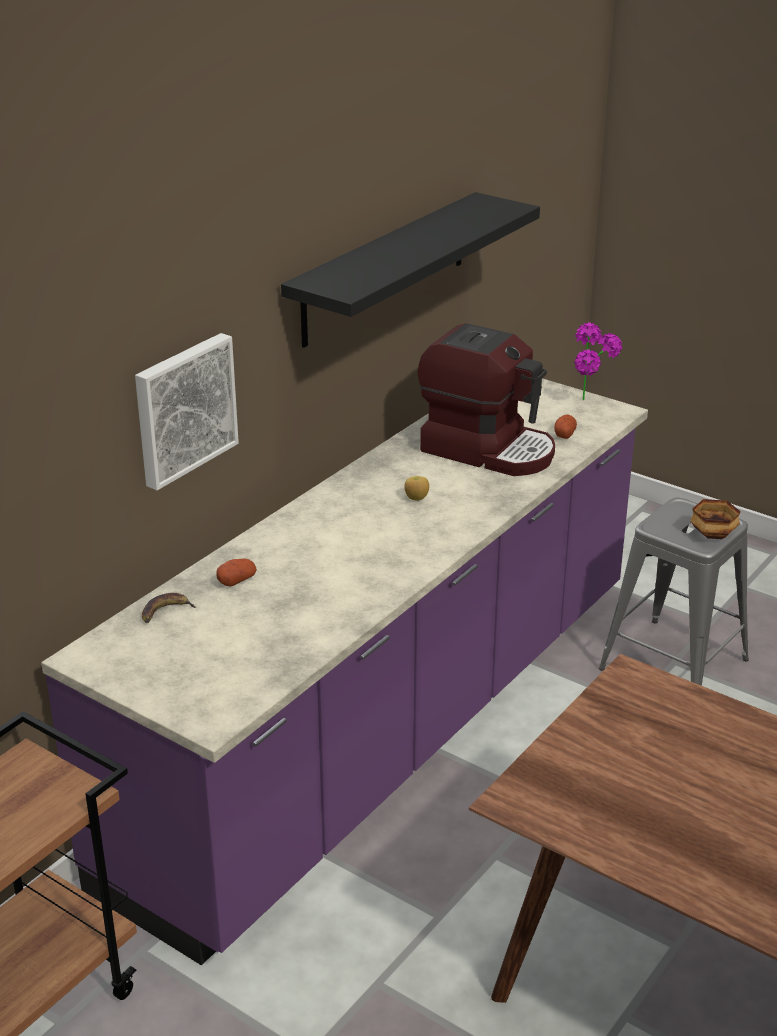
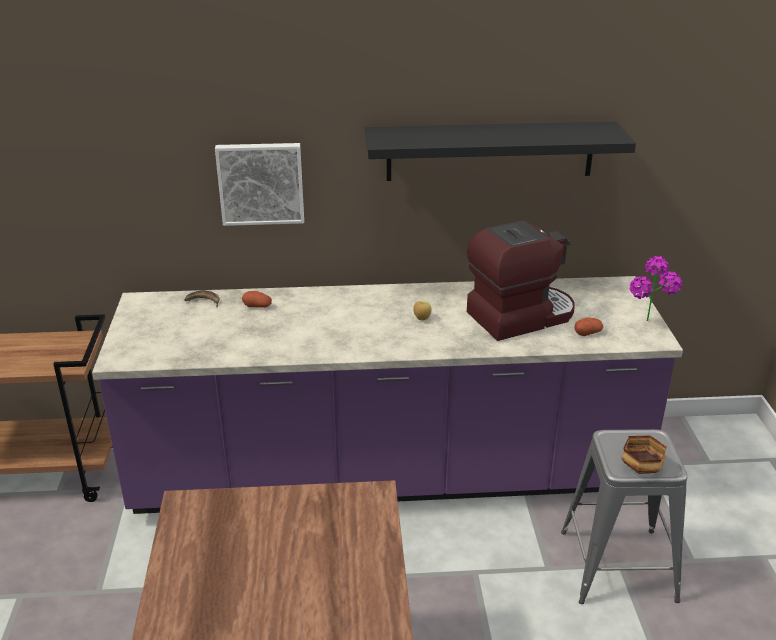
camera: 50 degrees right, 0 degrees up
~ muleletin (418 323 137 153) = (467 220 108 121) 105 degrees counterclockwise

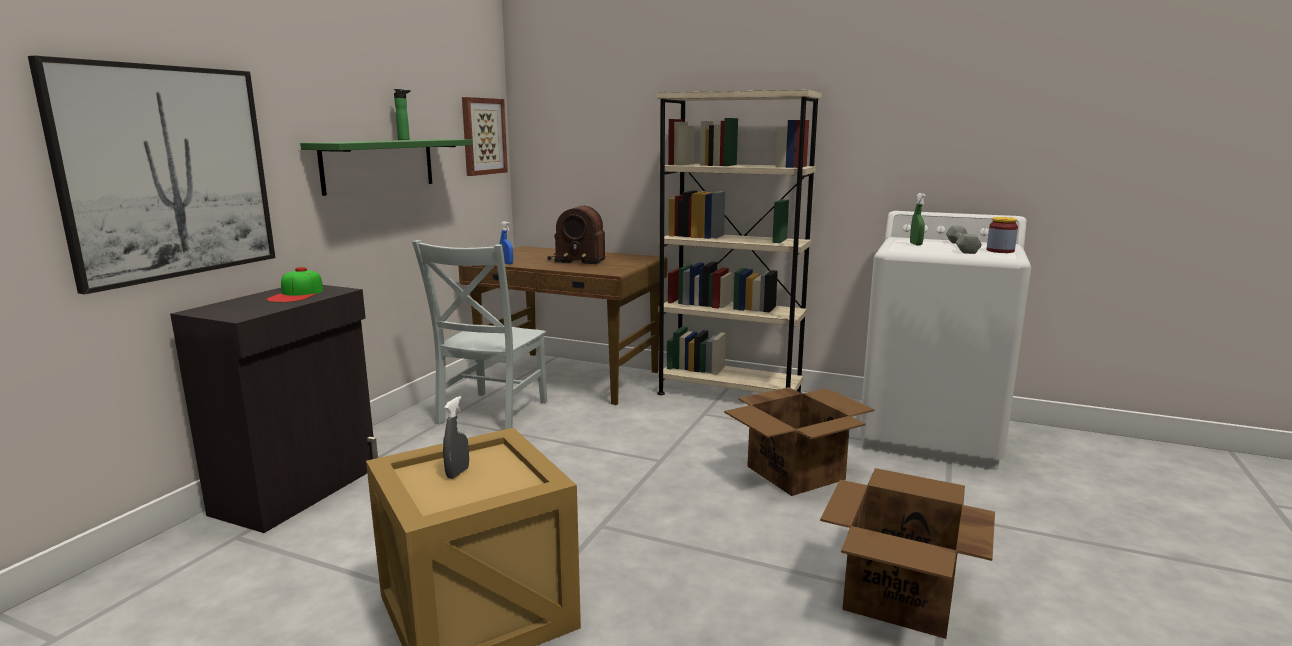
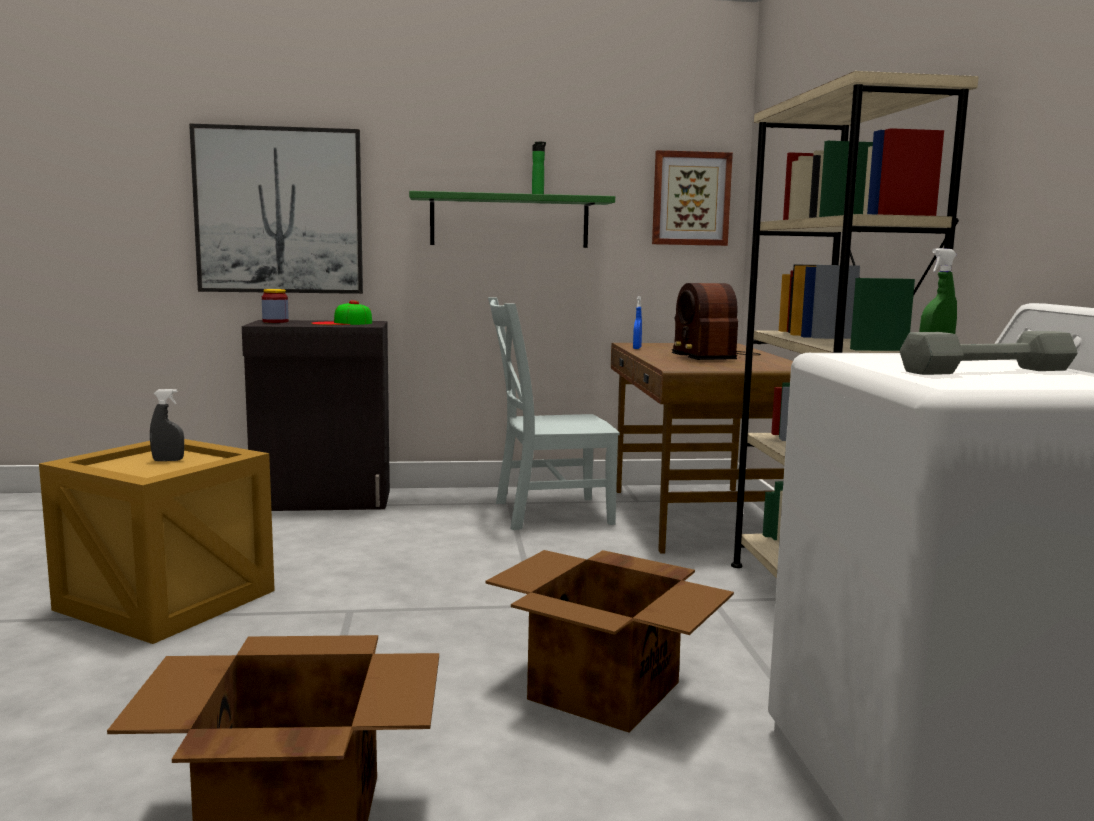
camera: 60 degrees right, 5 degrees down
~ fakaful (987 217 31 36) to (262 289 27 34)

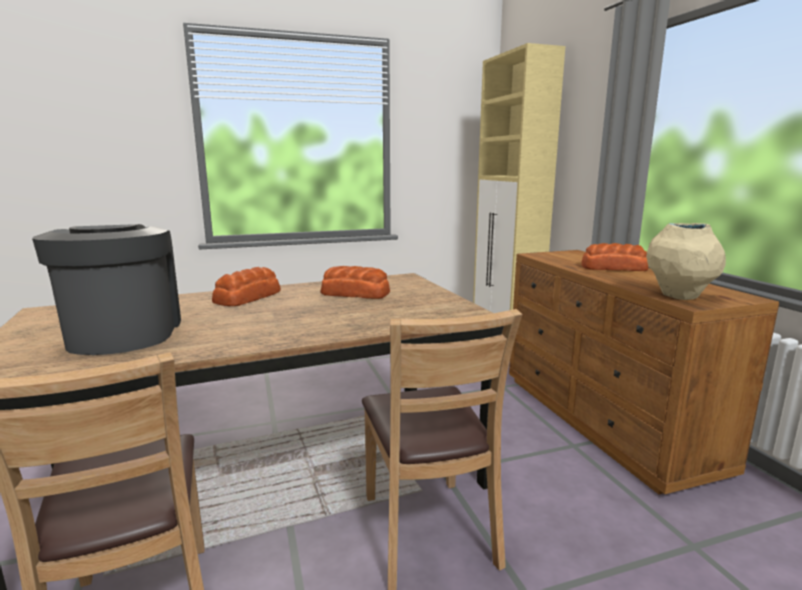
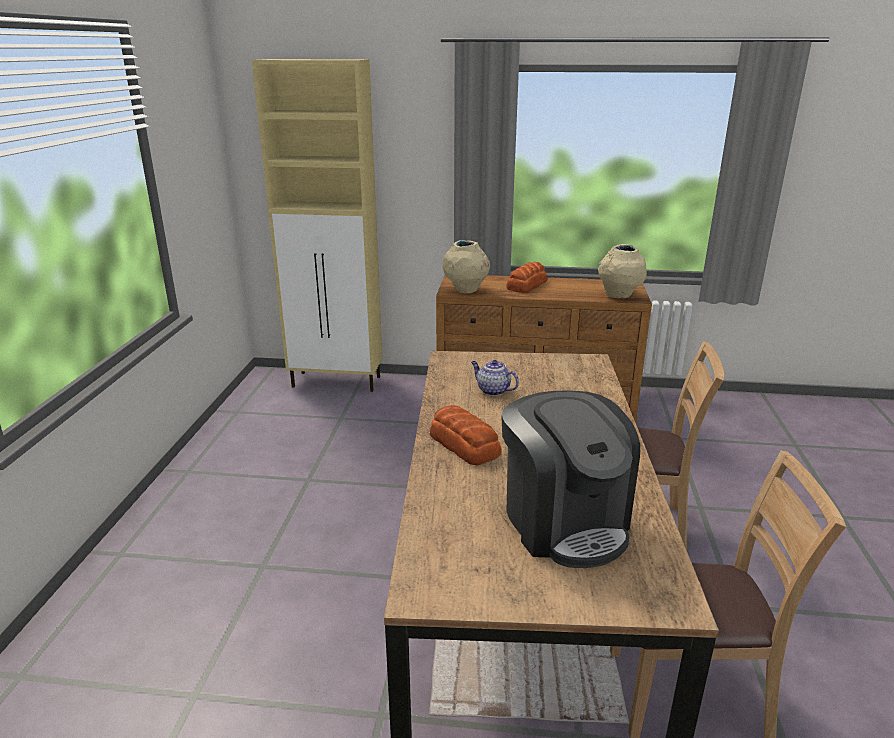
camera: 65 degrees left, 10 degrees up
~ muleletin (32 224 149 131) = (501 391 139 177) 120 degrees counterclockwise
~ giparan (321 266 69 33) to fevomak (471 360 48 36)
+ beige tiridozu (443 240 47 53)

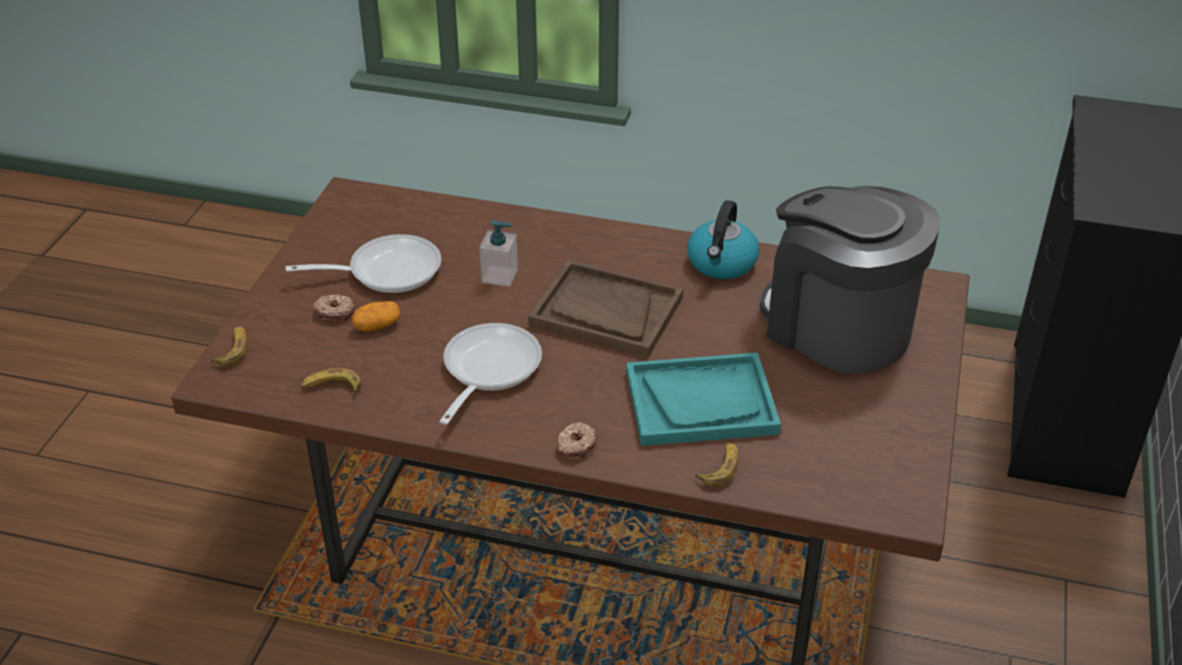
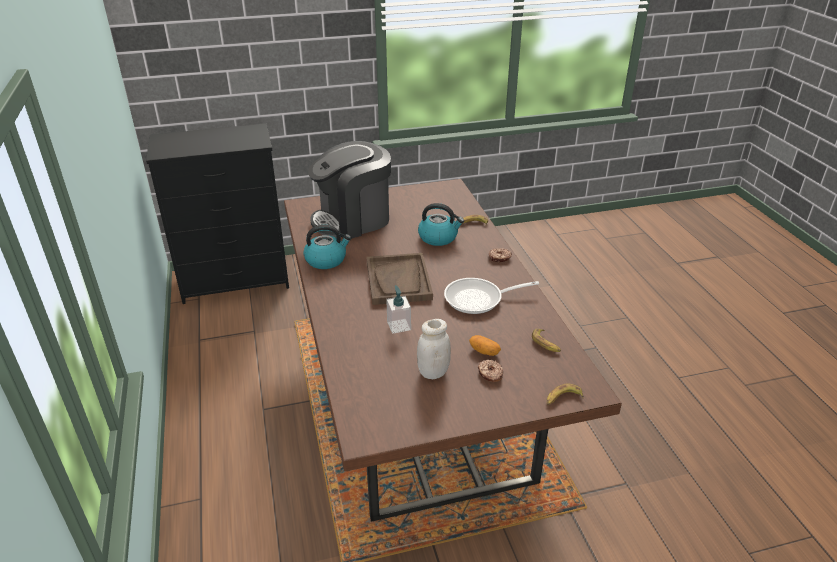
camera: 120 degrees left, 5 degrees down
~ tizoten (285 234 156 59) to white fakaful (417 319 34 60)
~ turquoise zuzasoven (626 353 155 93) to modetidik (418 203 46 43)
~ muleletin (760 186 180 188) = (308 141 83 98) 45 degrees clockwise

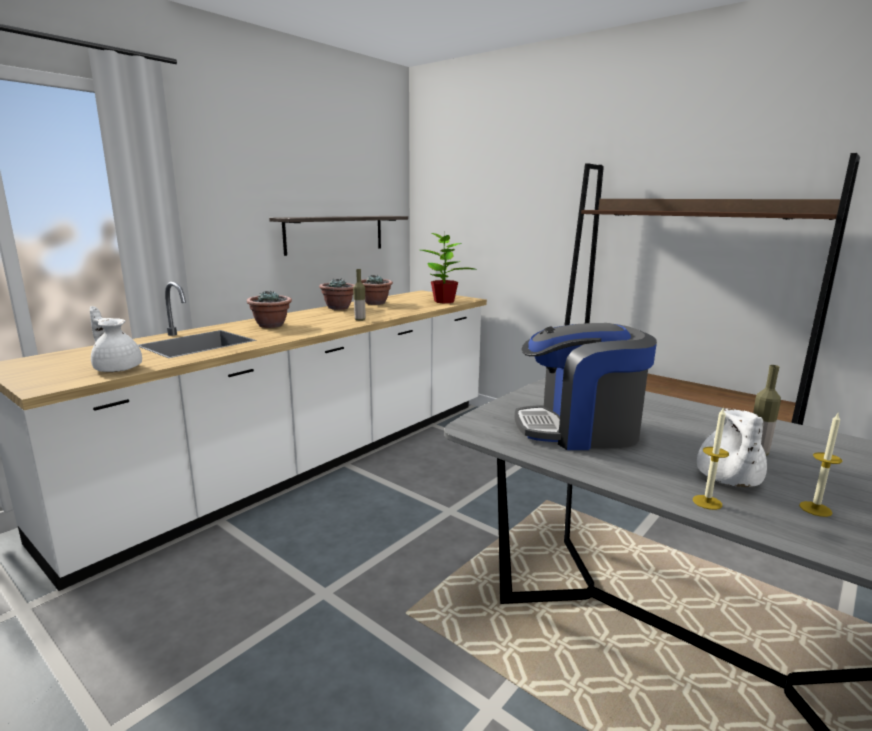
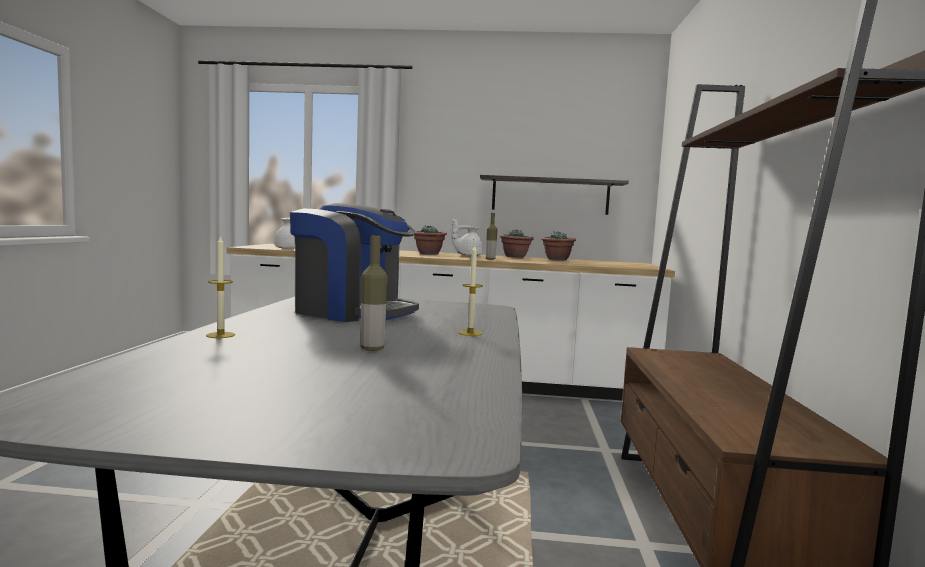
camera: 55 degrees right, 10 degrees down
- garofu (421 233 56 70)
~ muleletin (515 323 142 127) = (290 203 129 119) 150 degrees clockwise
~ white fevomak (697 409 70 78) to (452 219 31 37)
~ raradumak (799 413 43 104) to (459 245 24 91)

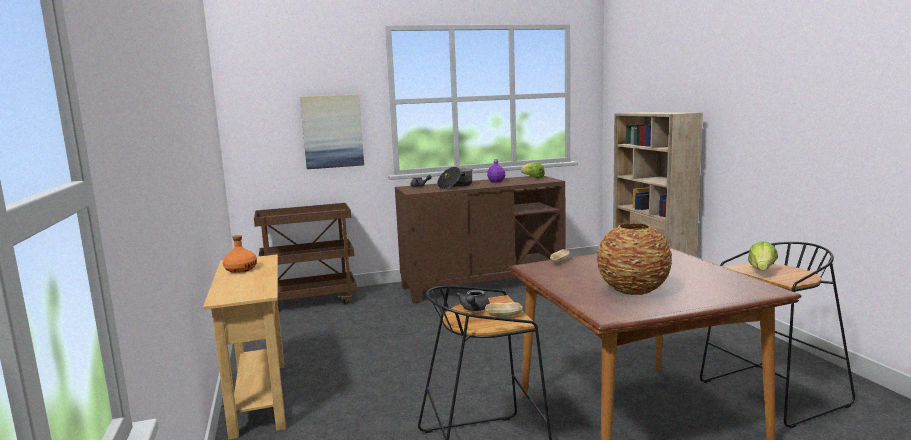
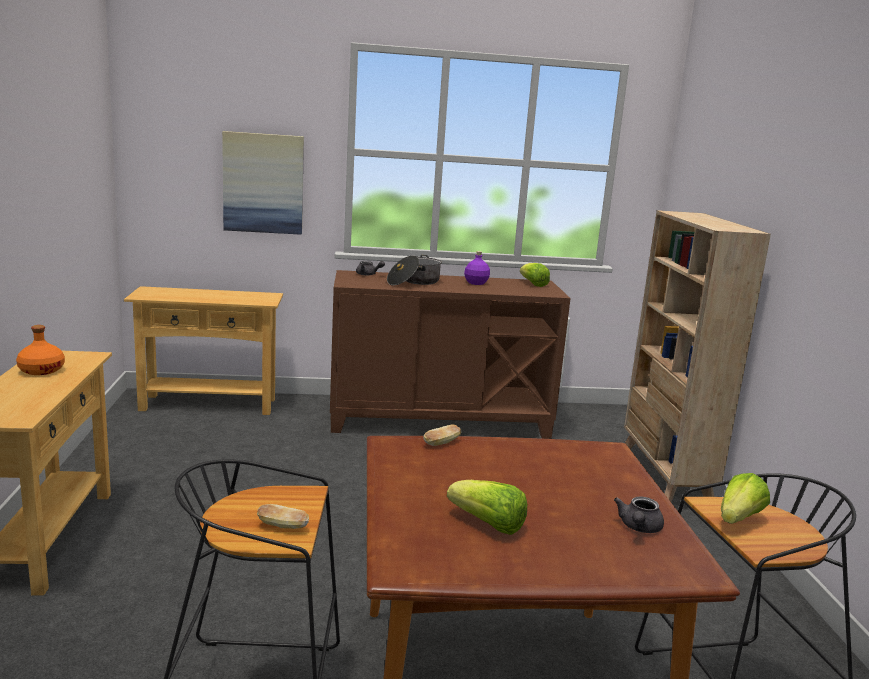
camera: 10 degrees right, 5 degrees up
~ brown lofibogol (254 203 103 102) to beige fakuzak (124 286 159 129)
~ grey fevomak (456 290 34 21) to (614 496 50 37)
~ tiridozu (597 223 75 72) to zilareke (447 480 80 55)

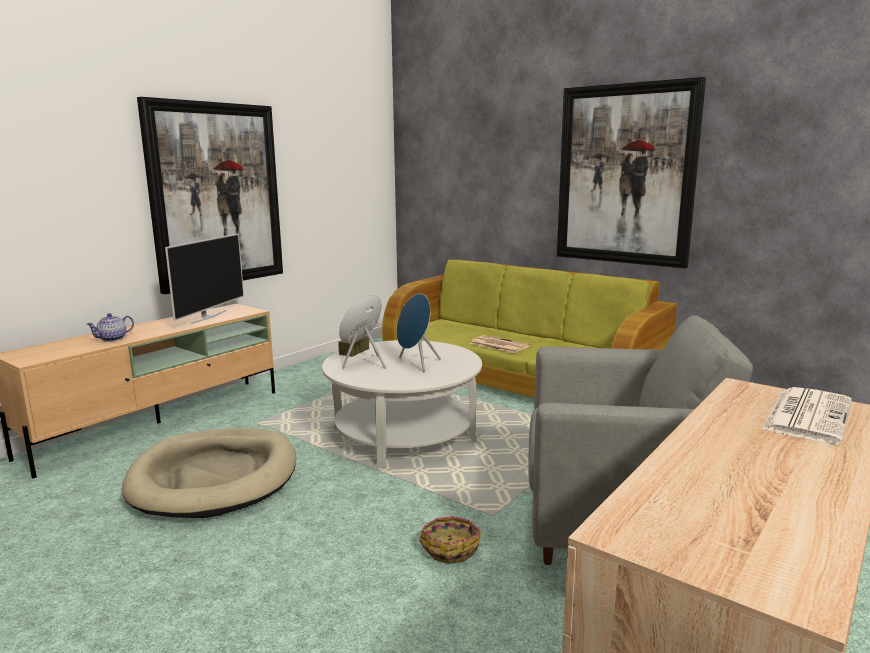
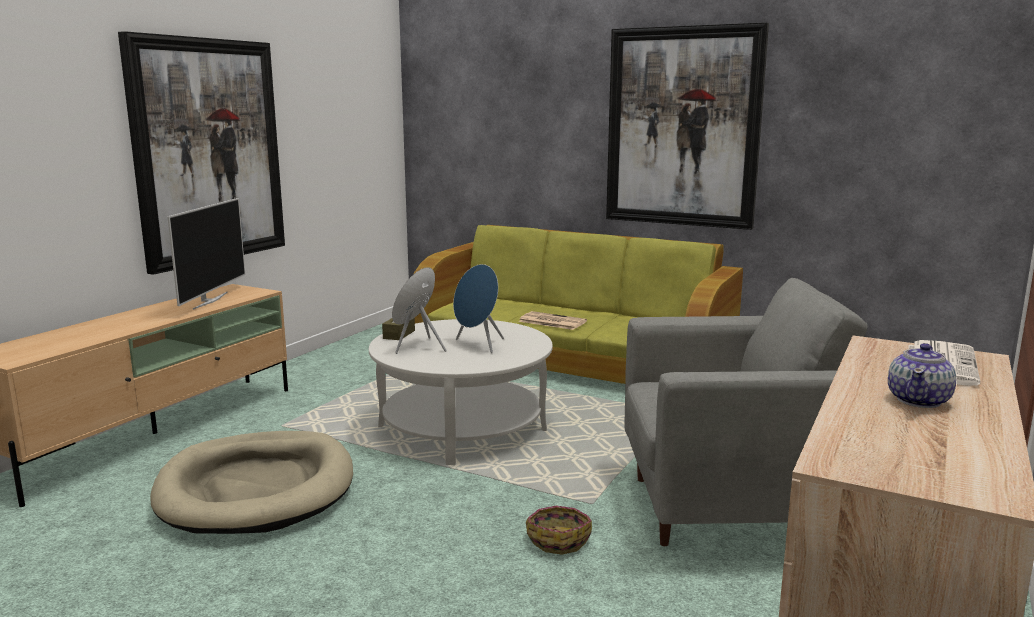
camera: 10 degrees left, 0 degrees up
~ fevomak (86 313 48 29) to (888 343 68 65)

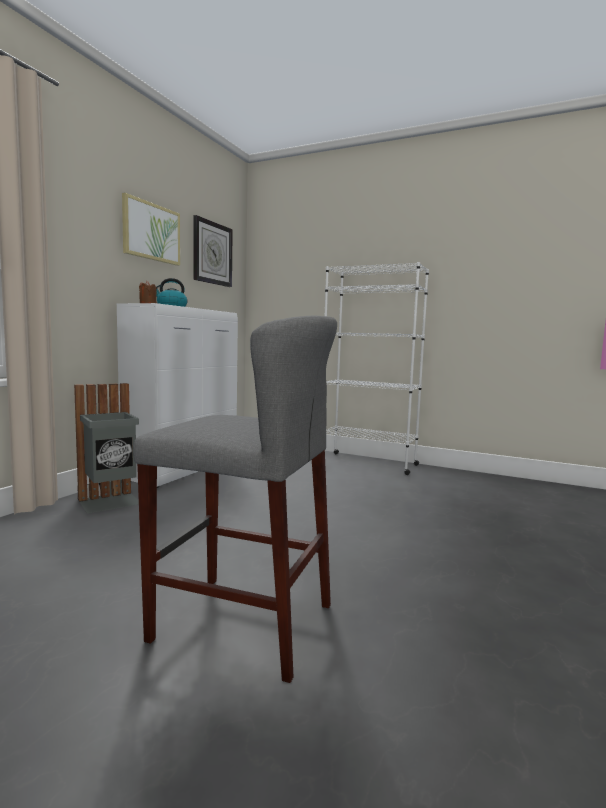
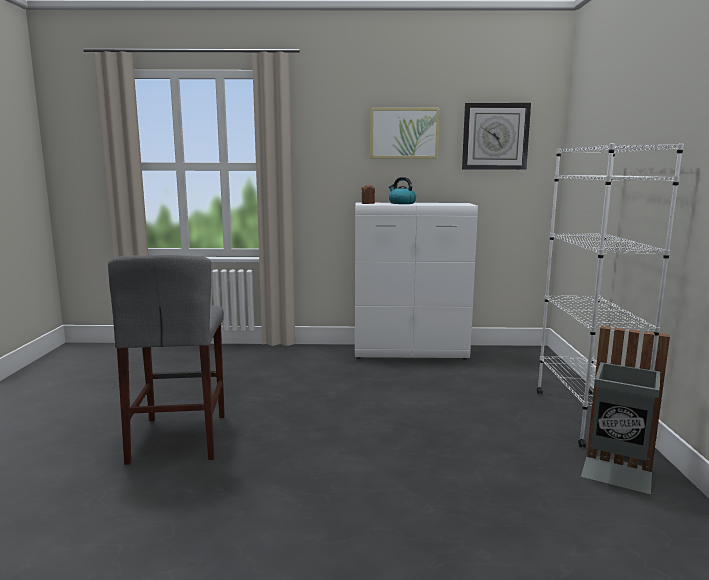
camera: 65 degrees right, 5 degrees up
~ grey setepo (74 383 65 130) to (581 326 89 169)

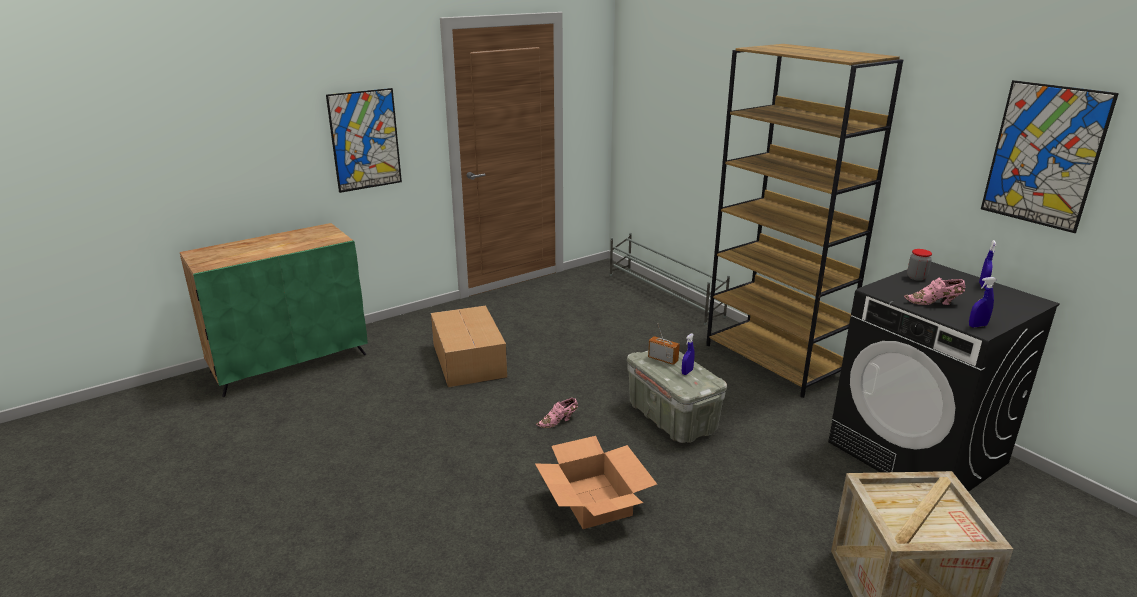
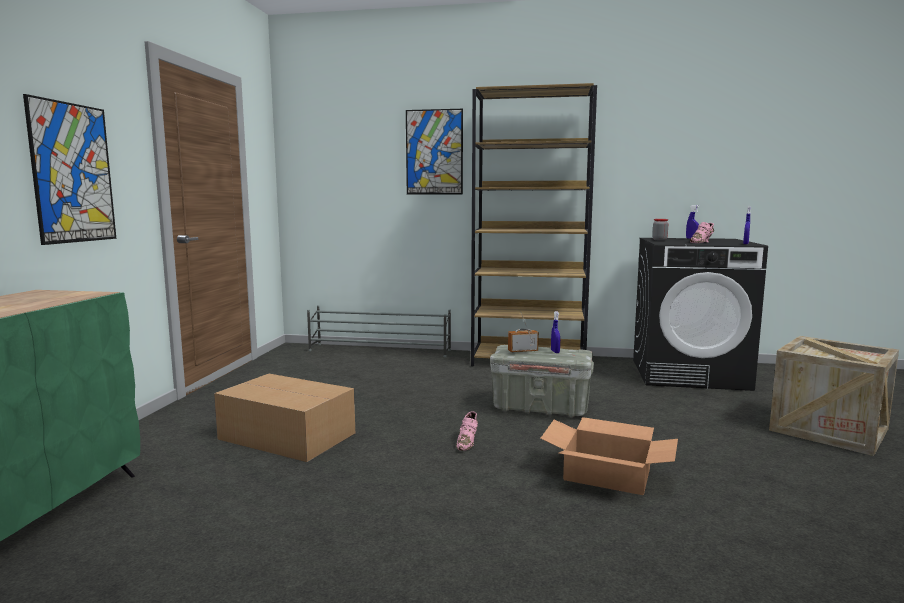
camera: 45 degrees left, 15 degrees down
~ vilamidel (981 80 138 153) to (406 109 57 85)

